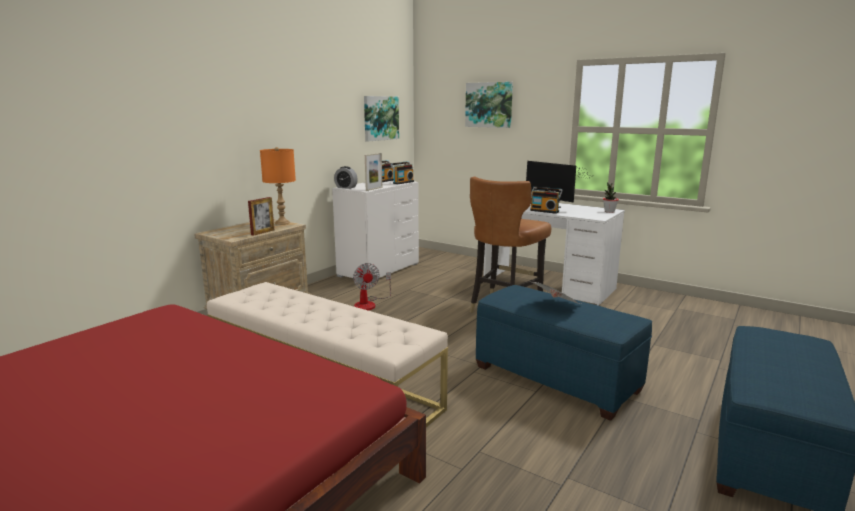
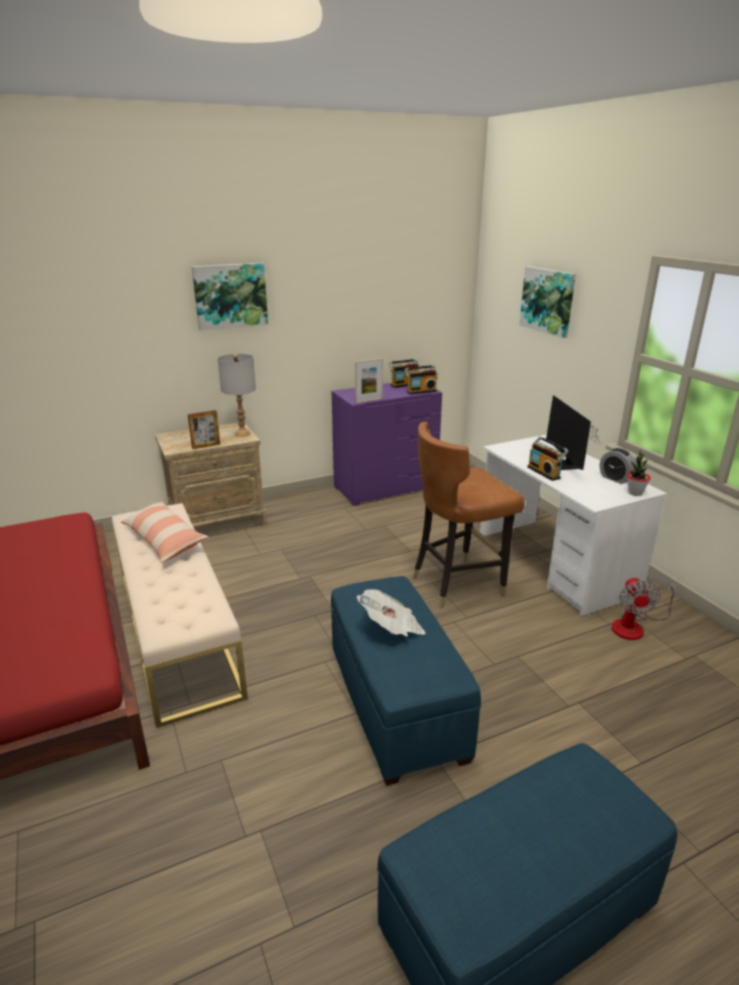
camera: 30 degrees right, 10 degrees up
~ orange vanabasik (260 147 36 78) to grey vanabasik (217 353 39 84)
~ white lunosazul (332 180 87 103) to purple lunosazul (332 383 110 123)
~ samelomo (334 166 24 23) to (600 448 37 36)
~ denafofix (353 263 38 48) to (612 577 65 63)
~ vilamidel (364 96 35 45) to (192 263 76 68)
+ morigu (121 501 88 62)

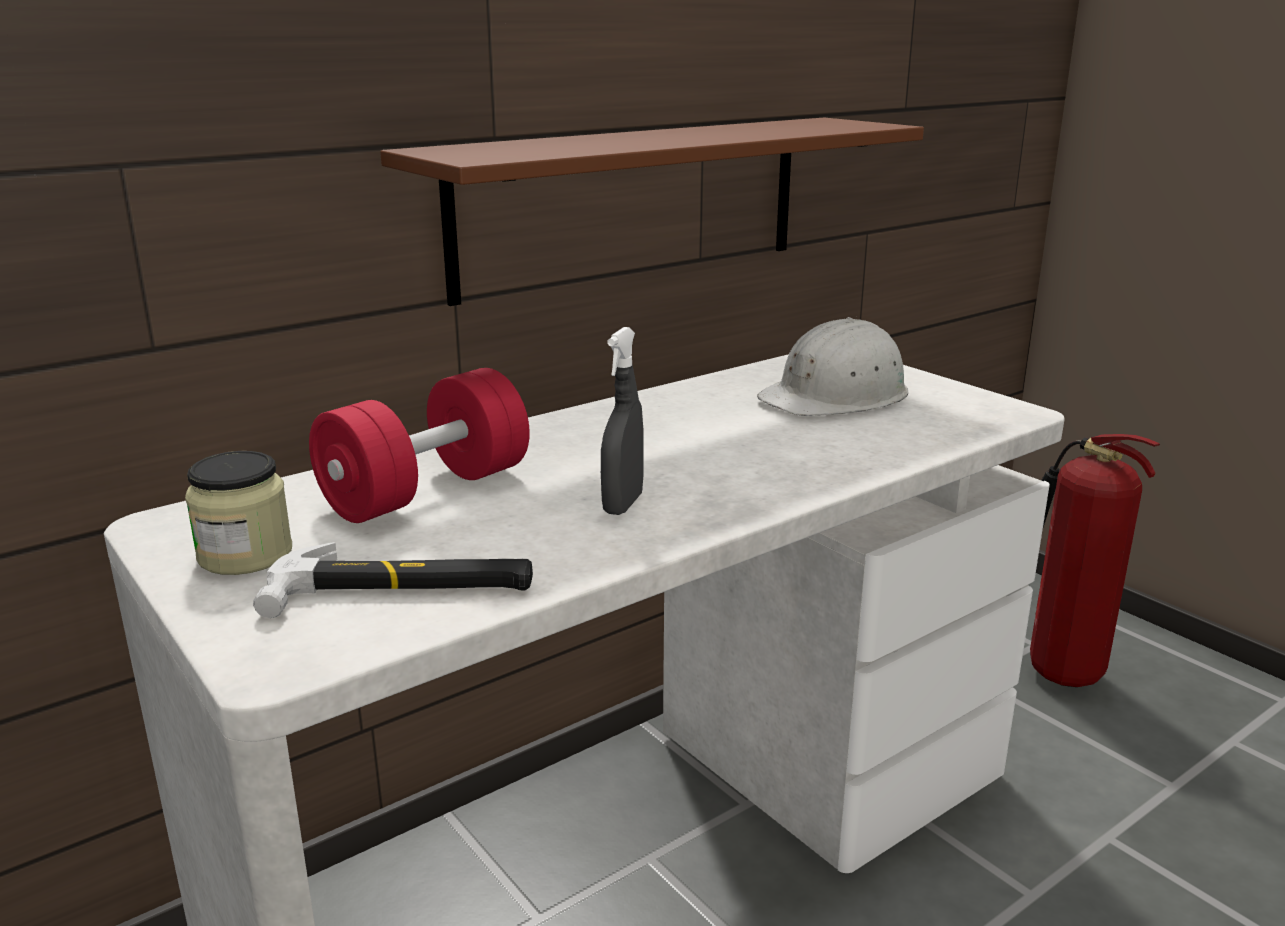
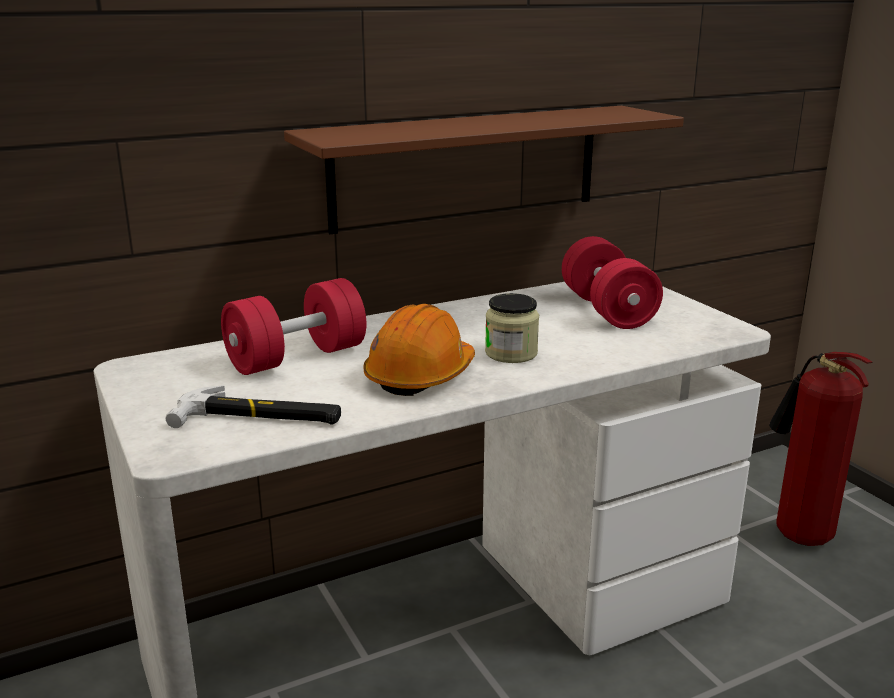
camera: 10 degrees right, 0 degrees up
~ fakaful (185 451 107 124) to (485 293 54 70)
~ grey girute (601 327 43 188) to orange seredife (363 304 112 92)
~ white seredife (757 317 151 99) to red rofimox (562 236 101 93)

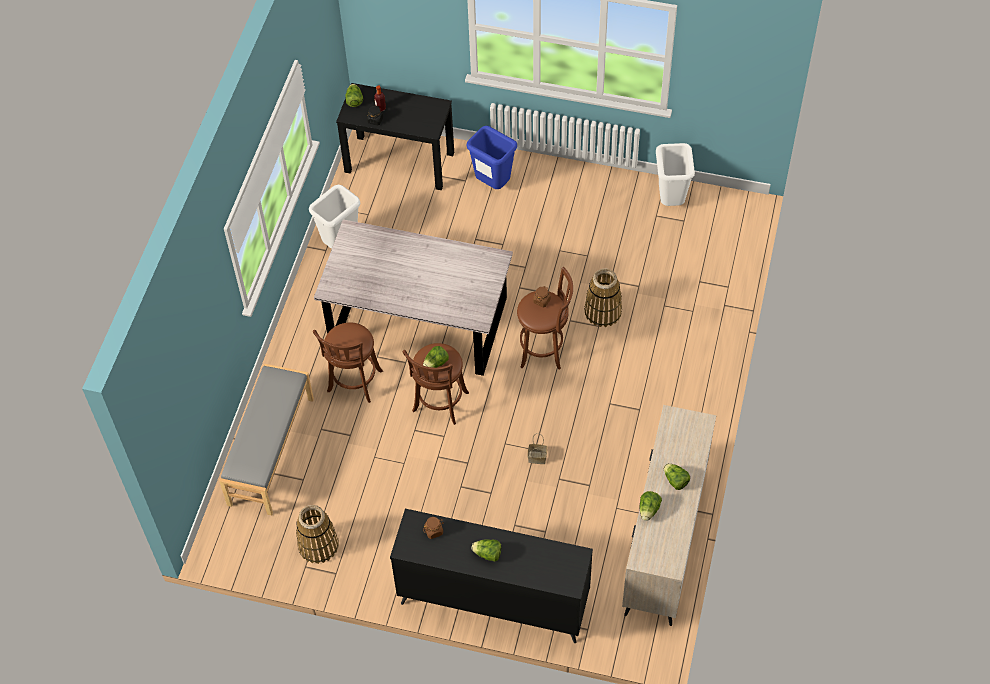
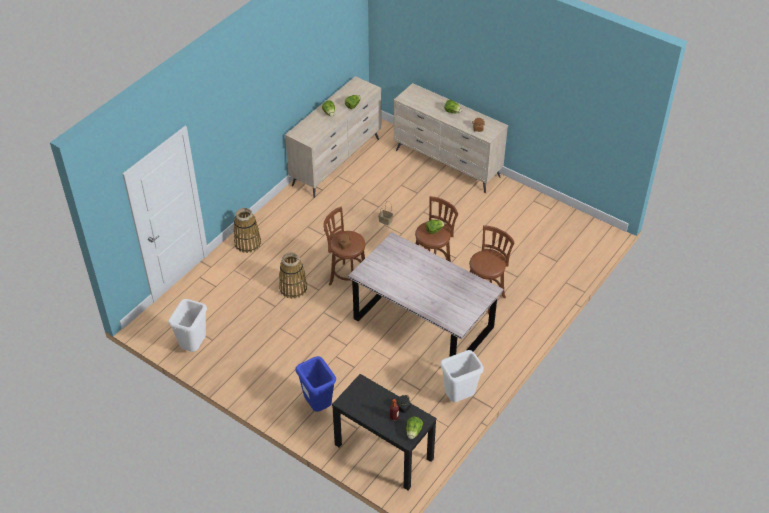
camera: 160 degrees left, 10 degrees down
- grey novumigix (219 364 95 152)
~ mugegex (296 505 42 59) to (233 208 28 45)
~ black lunosazul (390 509 203 134) to beige lunosazul (394 83 114 110)

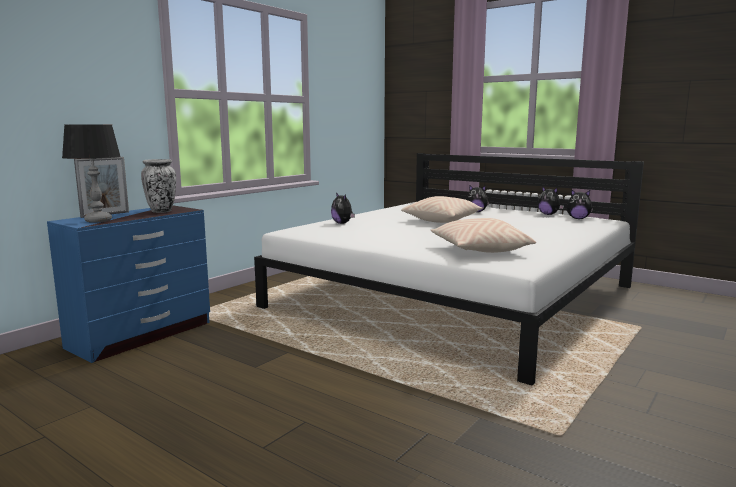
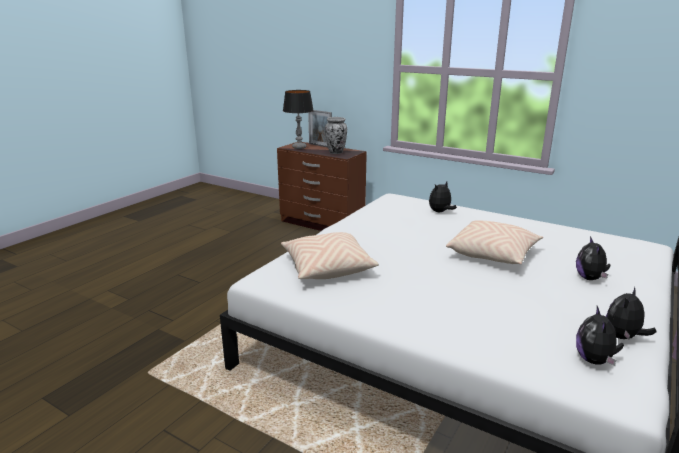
camera: 85 degrees right, 10 degrees up
~ blue lunosazul (47 206 163 157) to brown lunosazul (277 142 90 89)

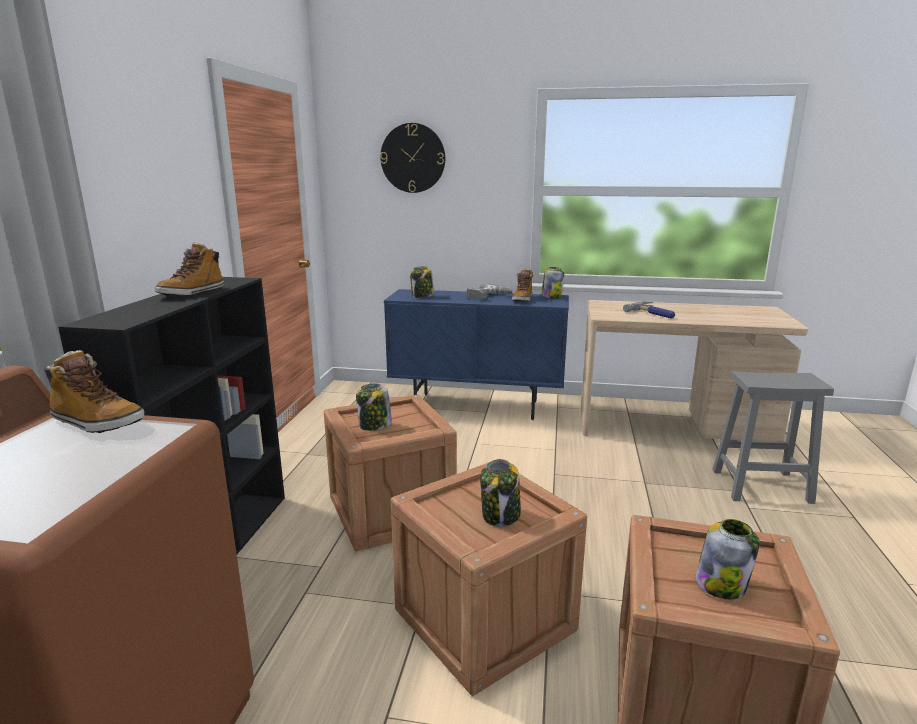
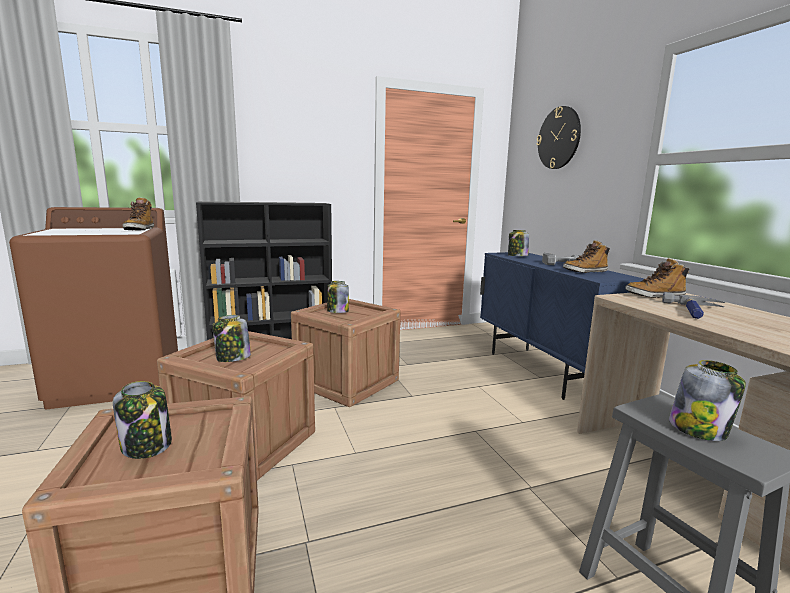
camera: 60 degrees right, 5 degrees down
~ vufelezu (155 242 69 54) to (625 257 64 41)
~ fakaful (541 267 23 32) to (669 360 77 81)

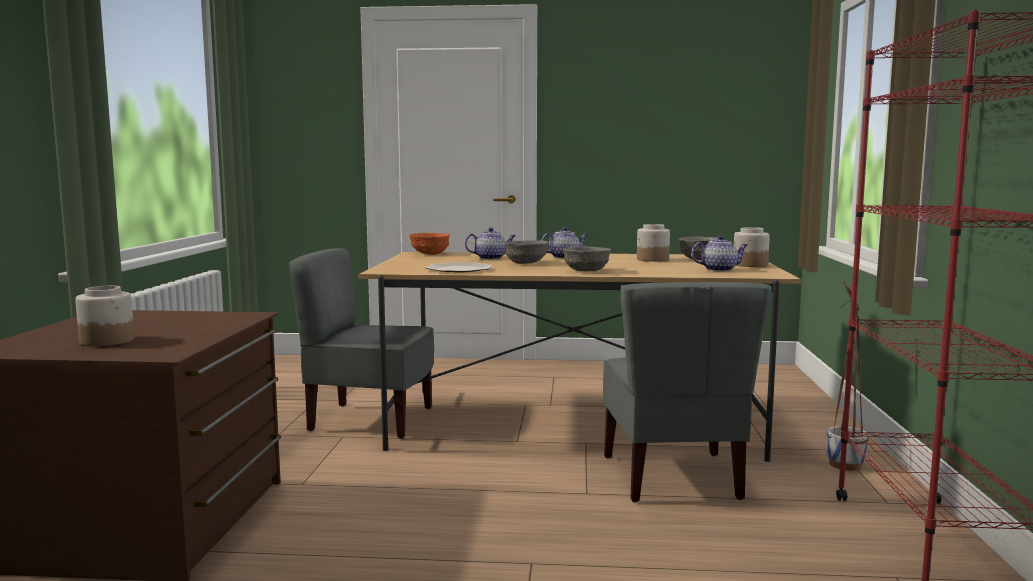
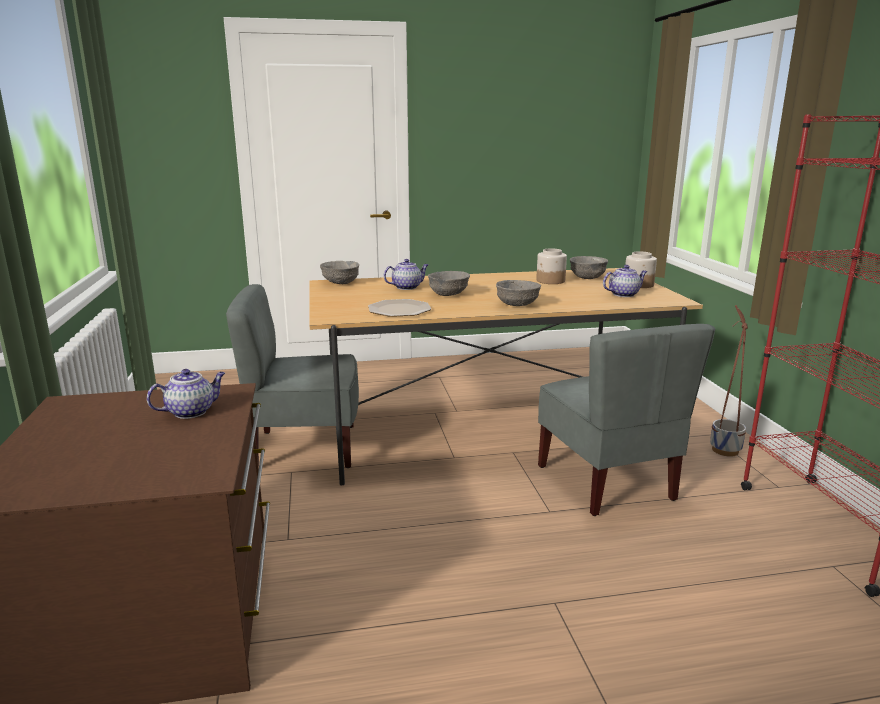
camera: 15 degrees left, 10 degrees up
- fakaful (75 286 59 60)
~ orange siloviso (409 233 41 22) to grey siloviso (320 261 39 23)
~ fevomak (541 227 47 32) to (147 369 78 50)

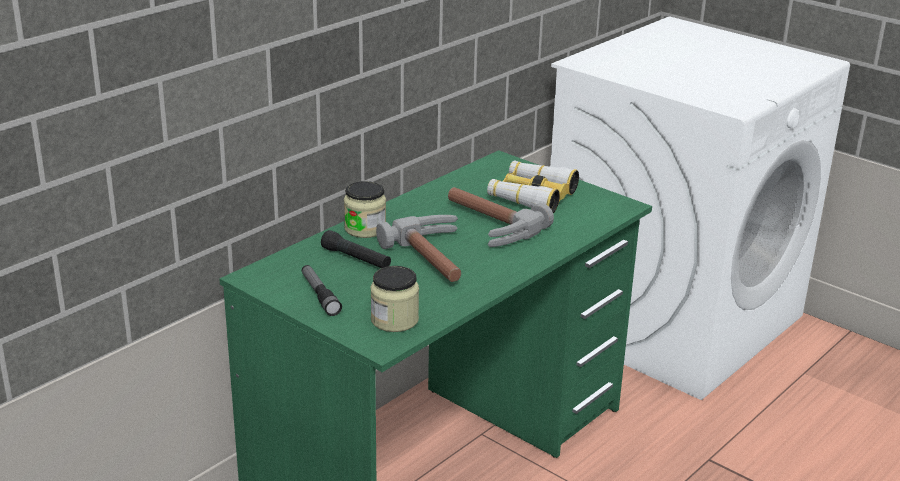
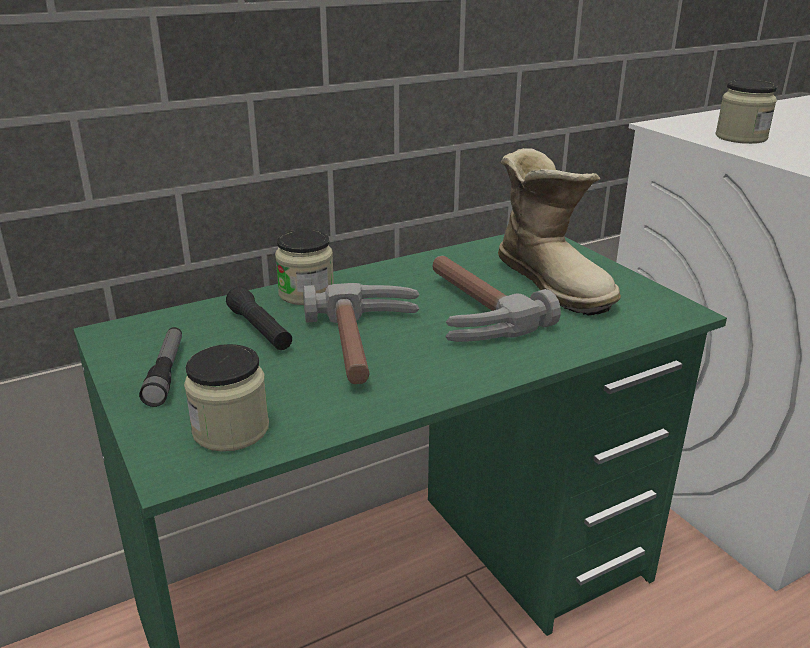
camera: 20 degrees right, 0 degrees up
~ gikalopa (487 161 92 53) to vufelezu (498 148 123 168)
+ fakaful (715 80 62 64)

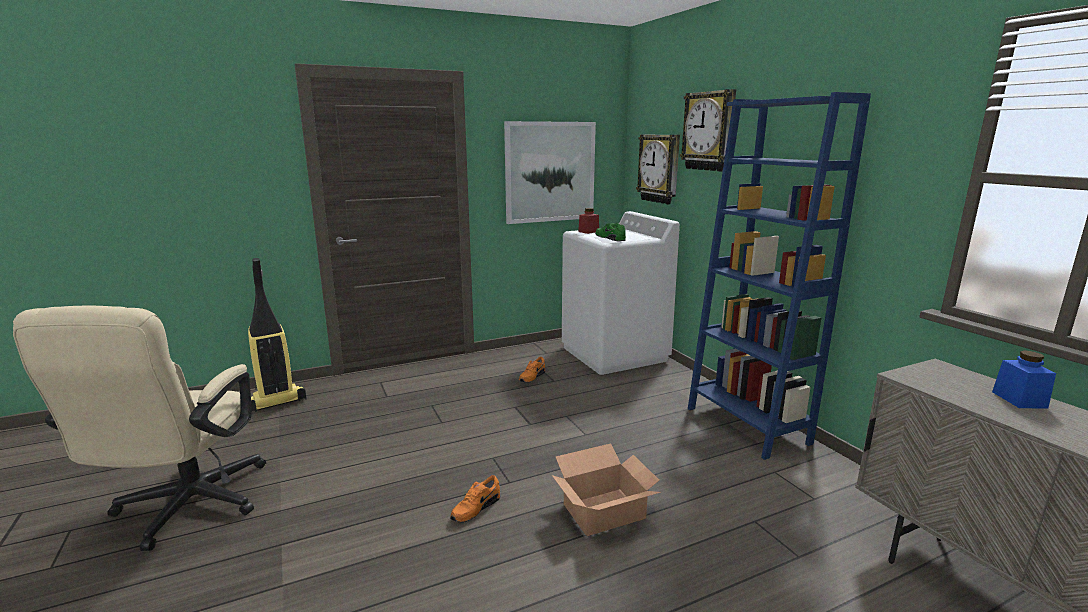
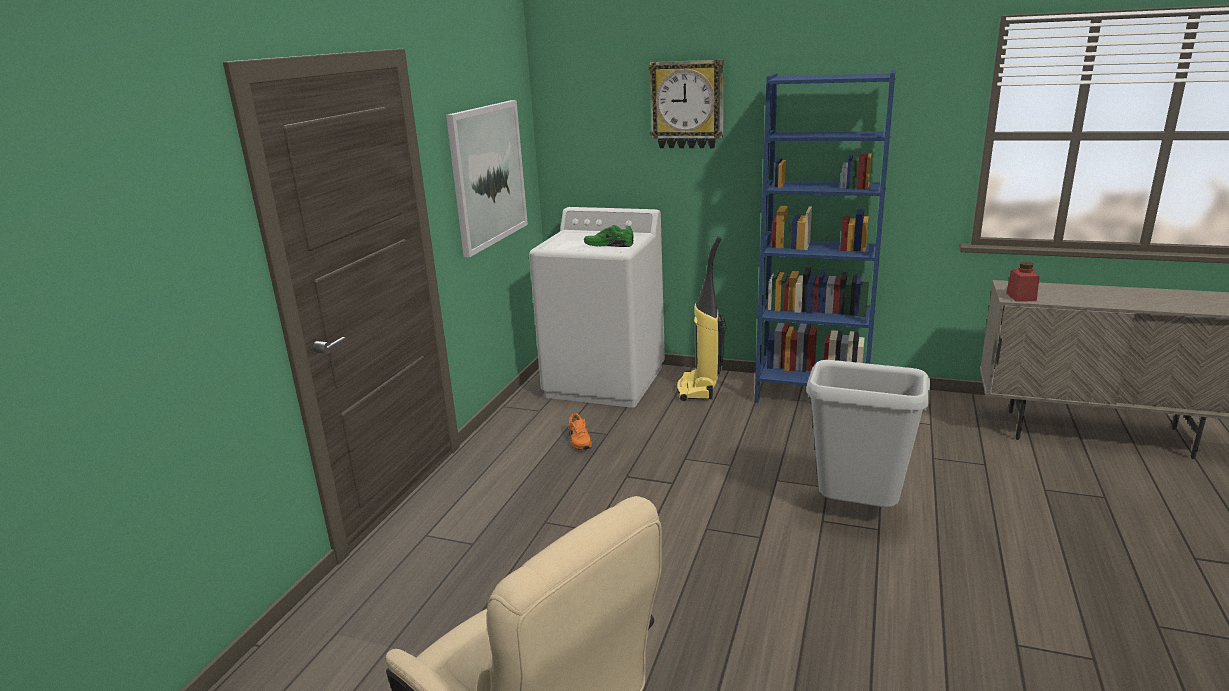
camera: 45 degrees left, 5 degrees up
~ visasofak (248 258 59 154) to (676 236 50 165)
- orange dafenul (450 475 50 48)
~ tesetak (552 443 109 93) to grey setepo (806 360 124 147)
~ red fakaful (578 208 21 26) to (1006 262 34 40)
- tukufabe (636 135 44 69)
- blue fakaful (992 350 64 59)

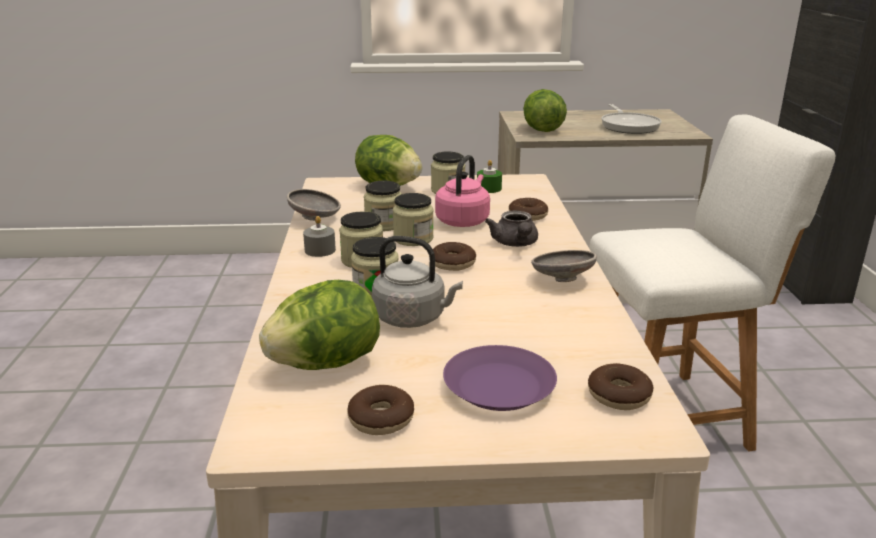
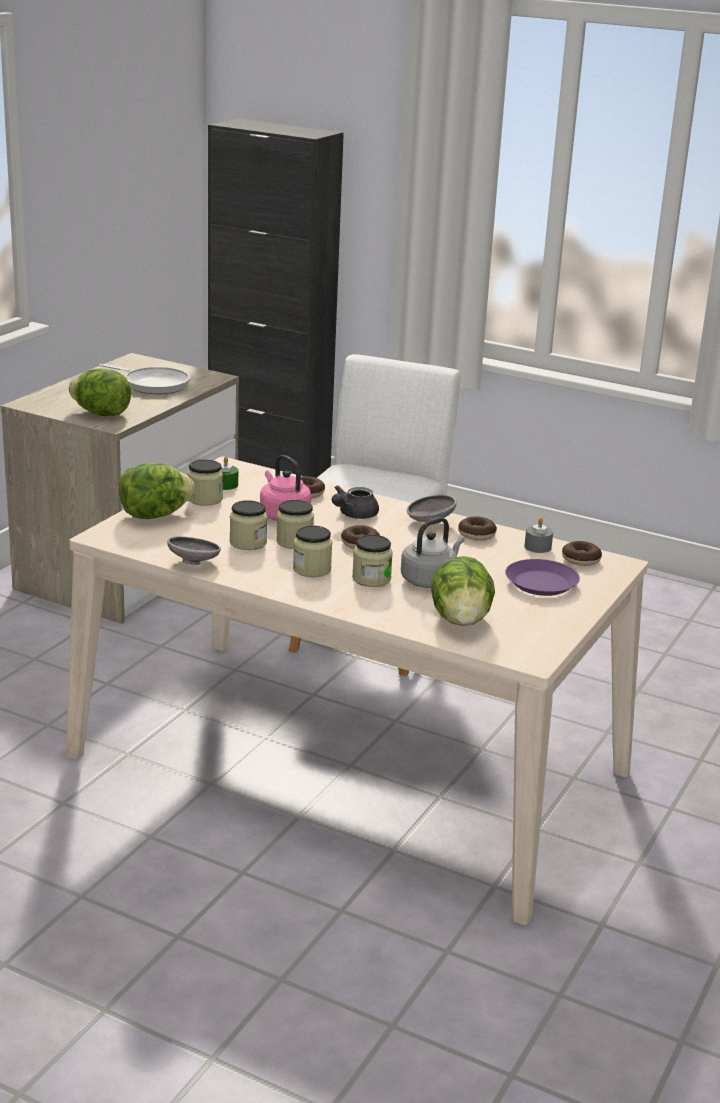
camera: 60 degrees left, 0 degrees up
~ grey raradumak (303 216 33 41) to (524 517 29 36)
~ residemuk (347 385 67 50) to (458 516 39 25)
~ grey fevomak (485 211 53 36) = (332 485 47 34) 105 degrees clockwise

